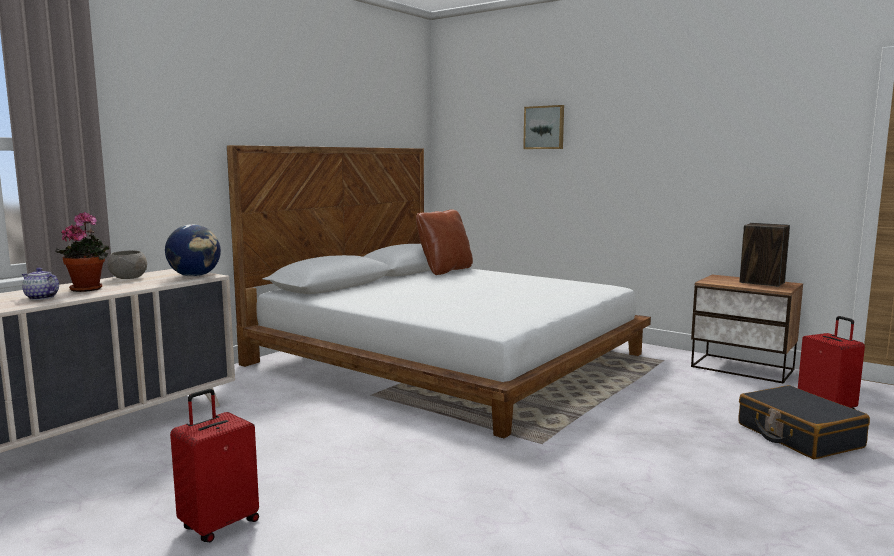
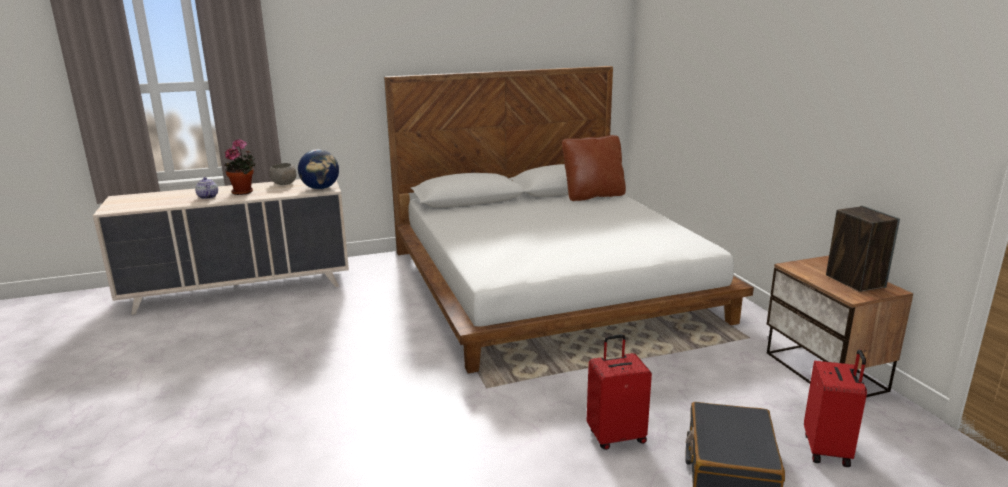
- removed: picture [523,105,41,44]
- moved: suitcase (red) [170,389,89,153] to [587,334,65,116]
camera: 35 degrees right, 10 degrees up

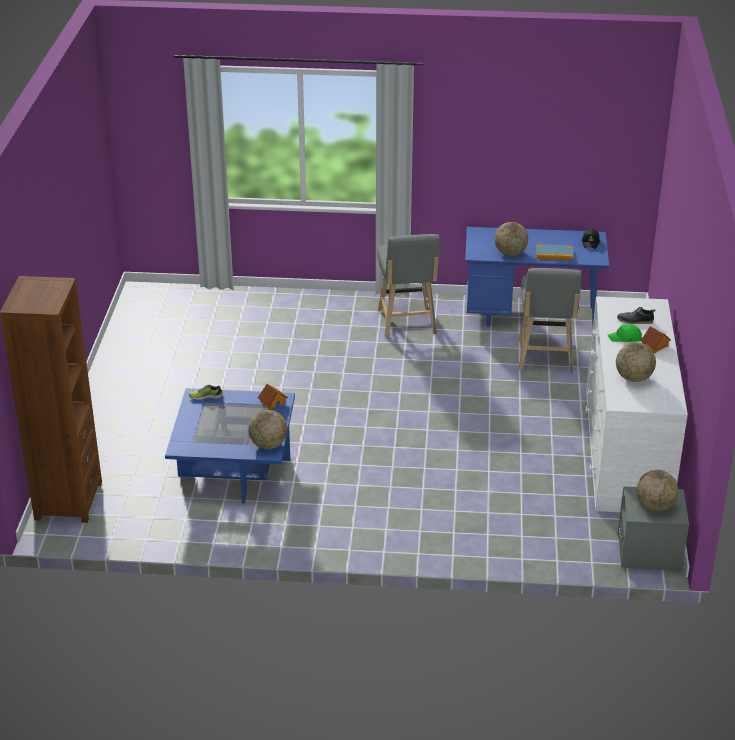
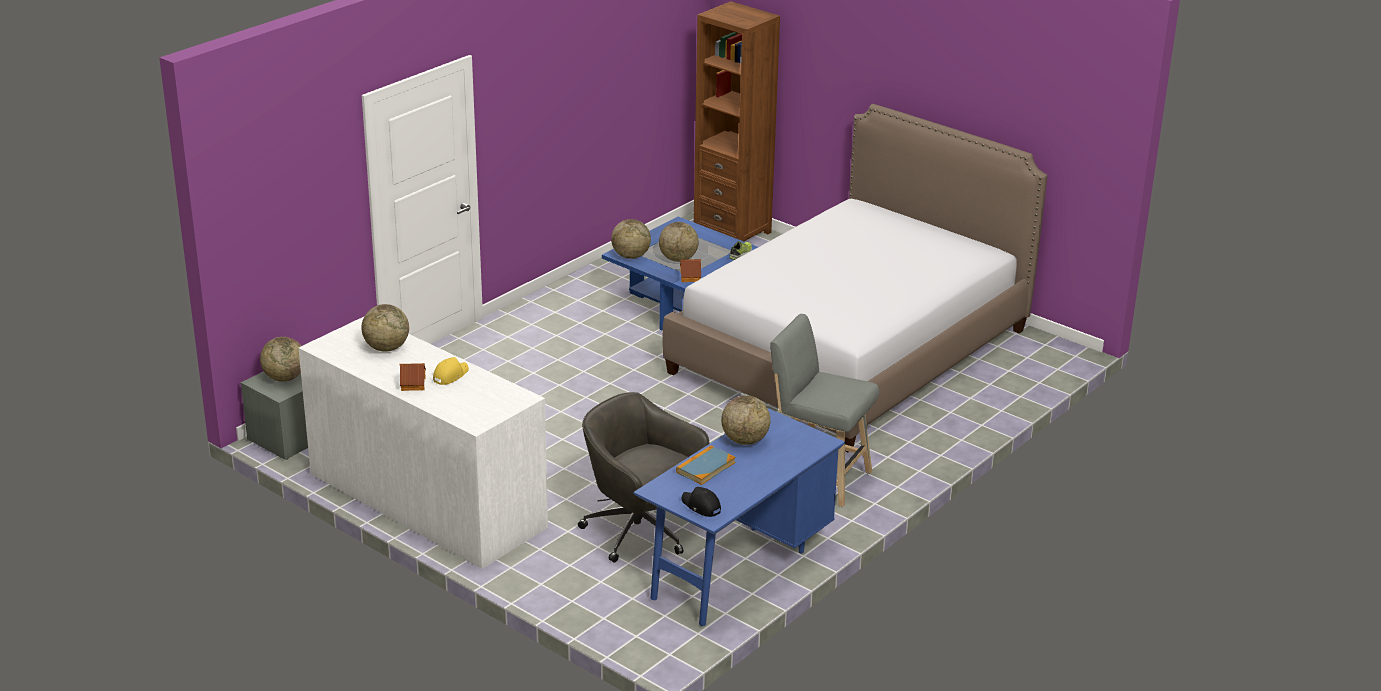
- replaced: stool (grey) [518,268,64,104] to office chair (grey) [578,392,131,171]
- removed: shoe [617,307,39,17]
- recoloured: cap (green) [608,324,34,18] to cap (yellow) [433,357,36,28]
- added: bed [663,104,384,349]
- added: globe [659,222,40,40]
camera: 125 degrees right, 5 degrees down

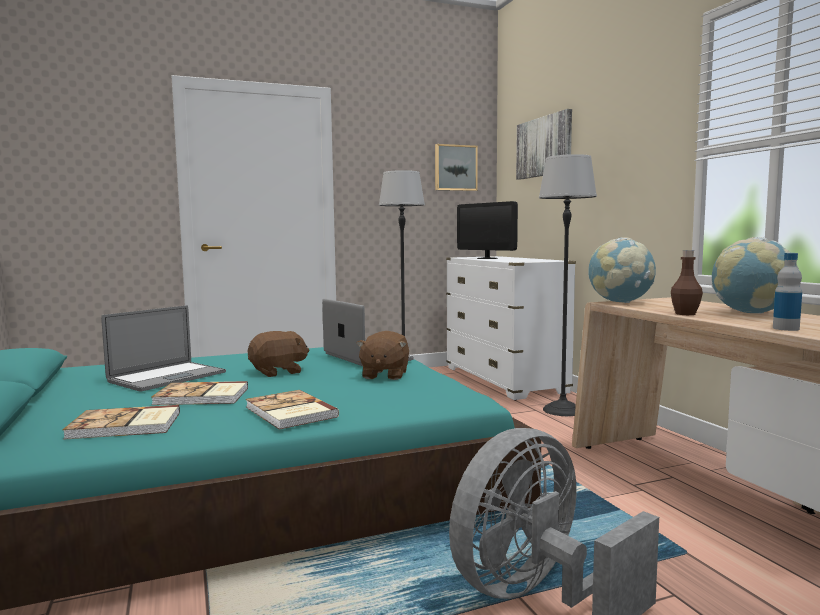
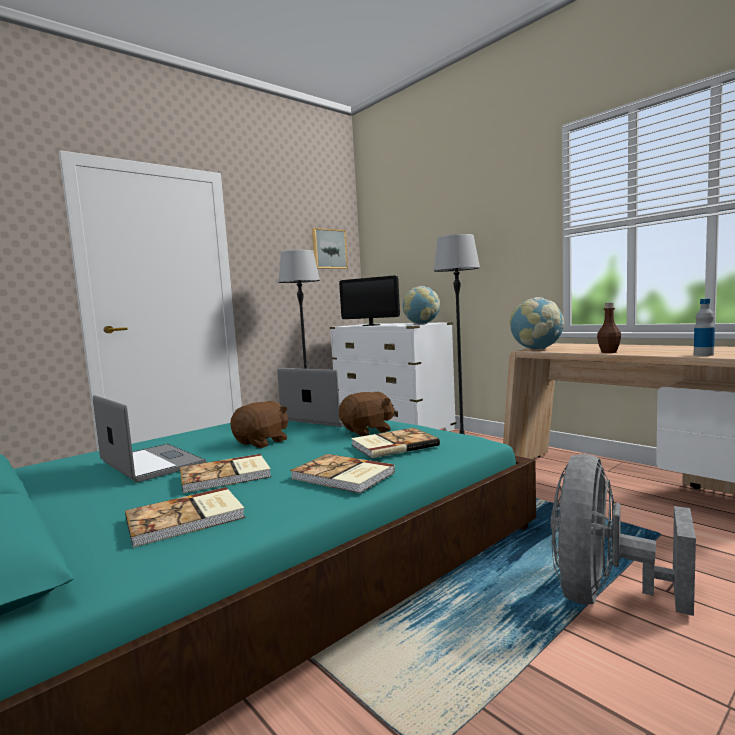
- removed: picture [516,109,56,71]
- moved: globe [712,237,87,77] to [403,286,37,38]
- turned: laptop [101,305,125,87] = [93,395,114,87] 60 degrees counterclockwise
- turned: plush toy (brown) [356,331,53,49] = [339,392,56,44] 105 degrees counterclockwise
- added: book [351,428,89,30]
camera: 20 degrees left, 0 degrees up

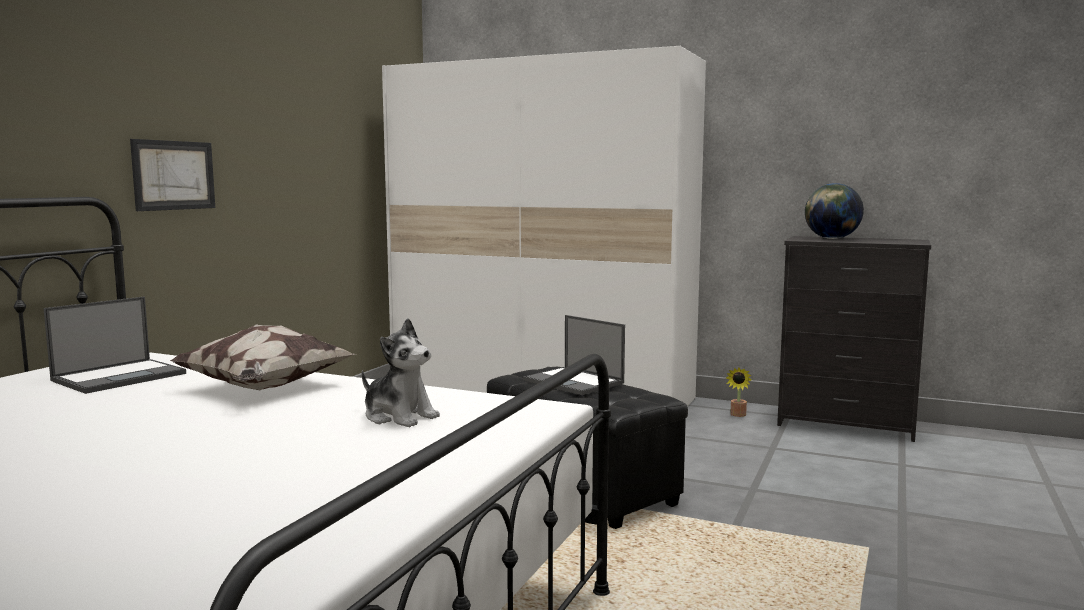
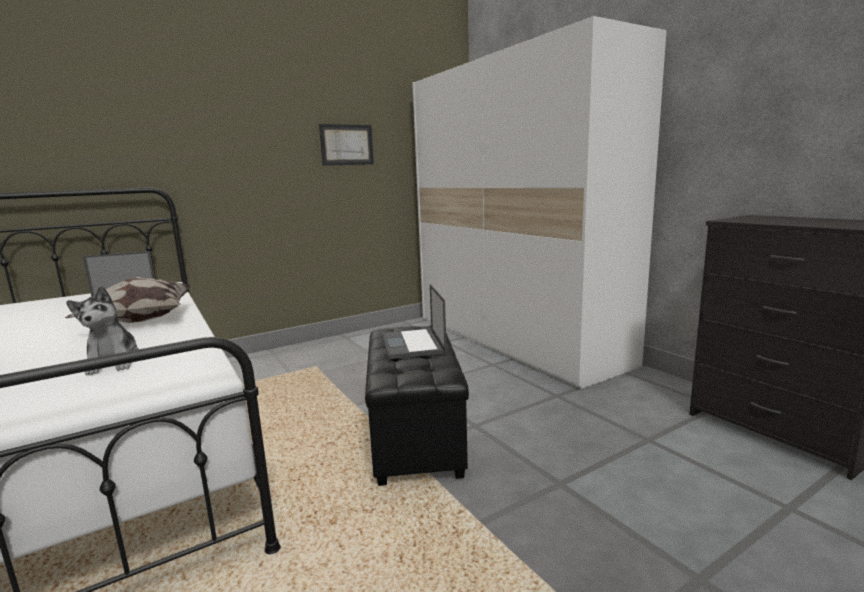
- moved: picture [130,139,85,72] to [319,124,55,42]
- removed: globe [805,183,59,56]
- removed: potted plant [726,368,26,49]
camera: 35 degrees right, 5 degrees up

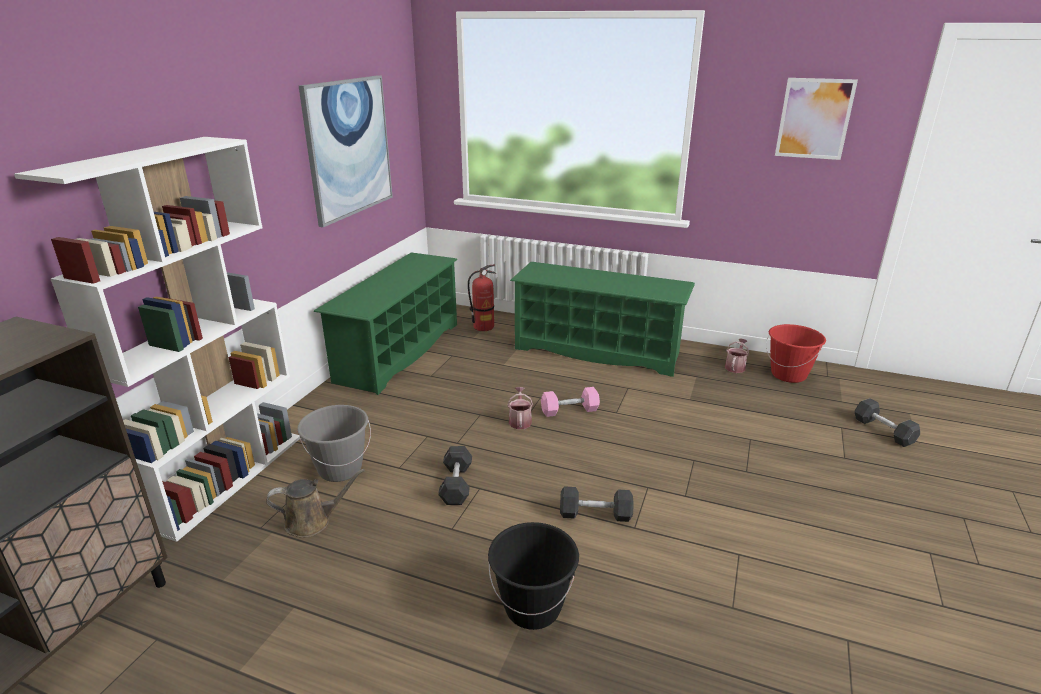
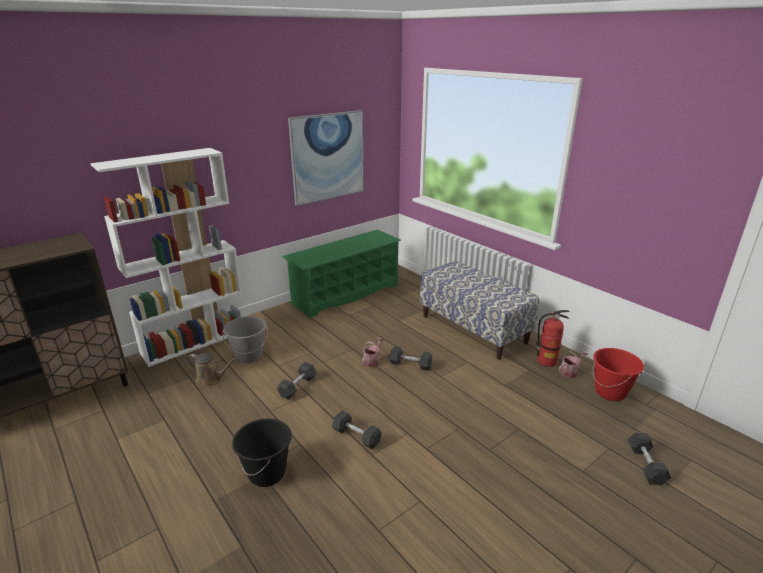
- removed: picture [775,78,83,82]
- replaced: shoe rack (green) [510,262,185,115] to bench [420,261,119,99]
- moved: fire extinguisher [468,265,28,66] to [537,310,32,57]
- recoloured: dumbbell (pink) [541,387,59,30] to dumbbell (grey) [389,346,43,25]
camera: 30 degrees right, 0 degrees up

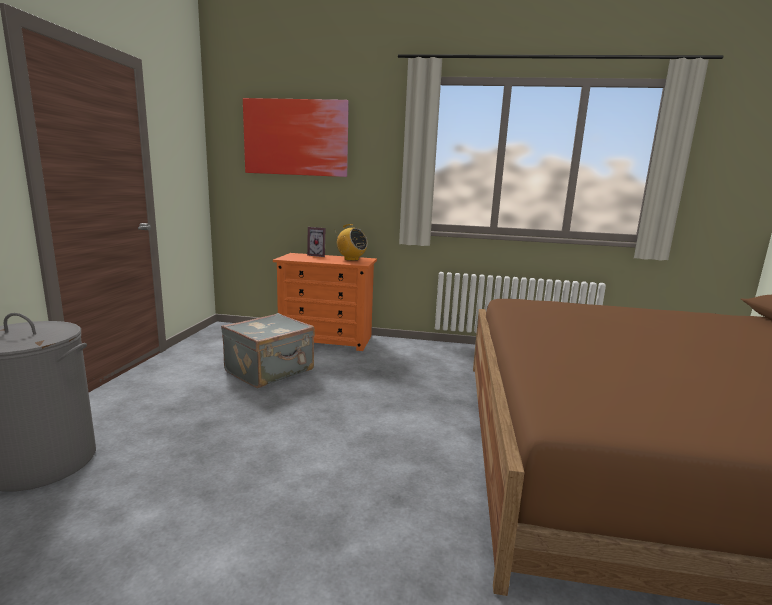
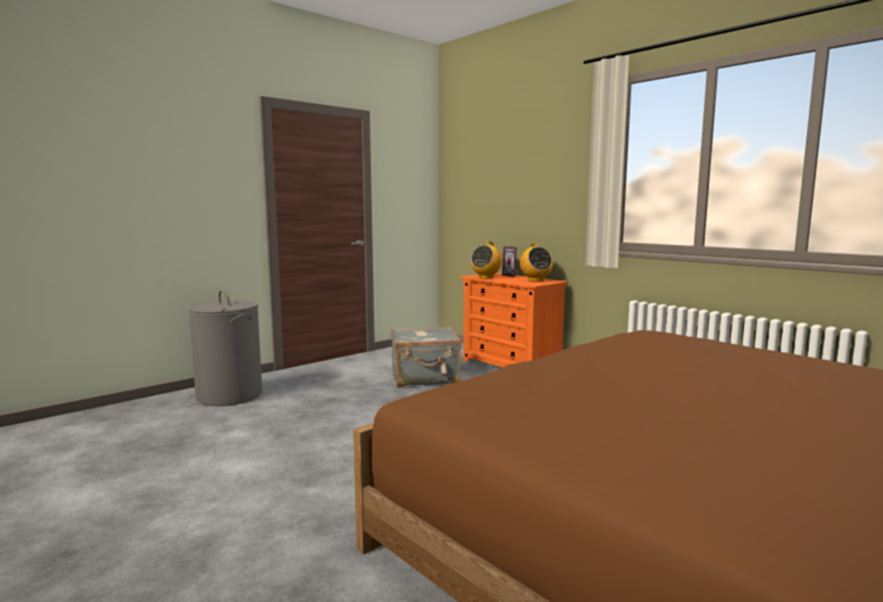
- removed: picture [243,98,106,79]
- added: radio [471,241,31,38]
camera: 40 degrees right, 5 degrees down

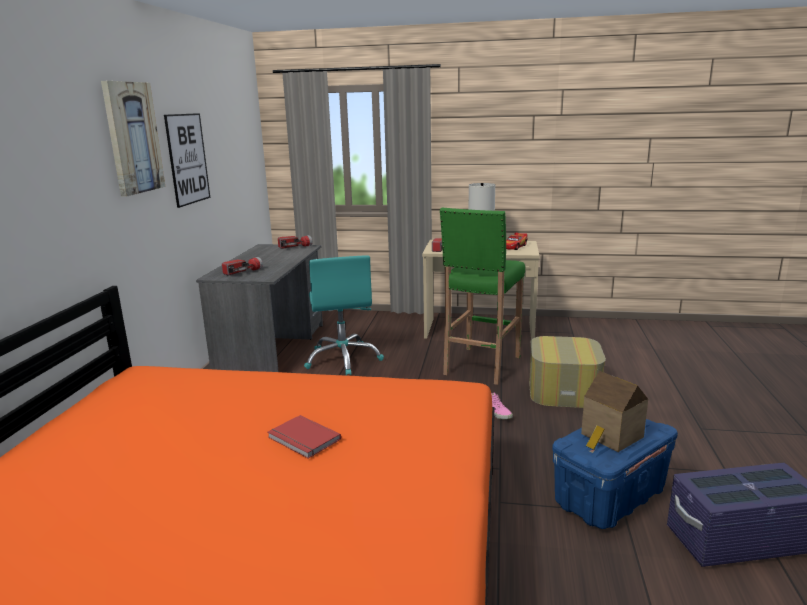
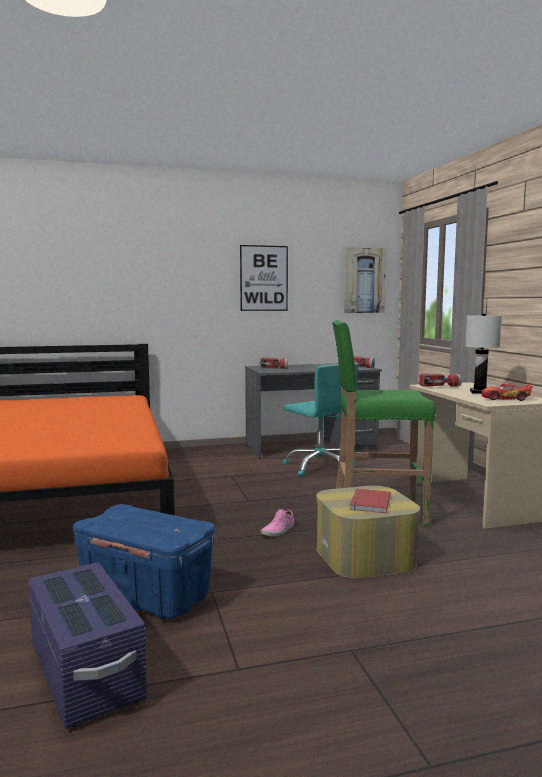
- moved: picture [101,81,64,116] to [344,247,42,66]
- turned: office chair (turquoise) [304,255,80,121] = [282,363,76,114] 90 degrees counterclockwise
- removed: toy house [581,371,67,81]
- moved: book (red) [268,415,73,43] to [349,489,42,24]
camera: 65 degrees right, 10 degrees down

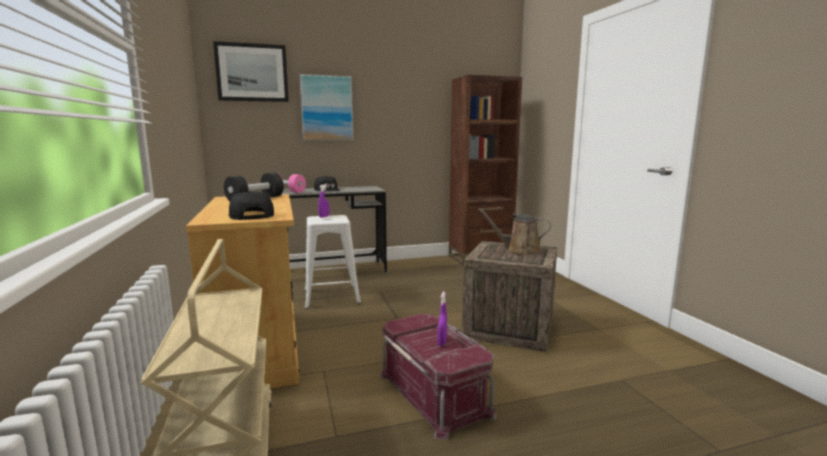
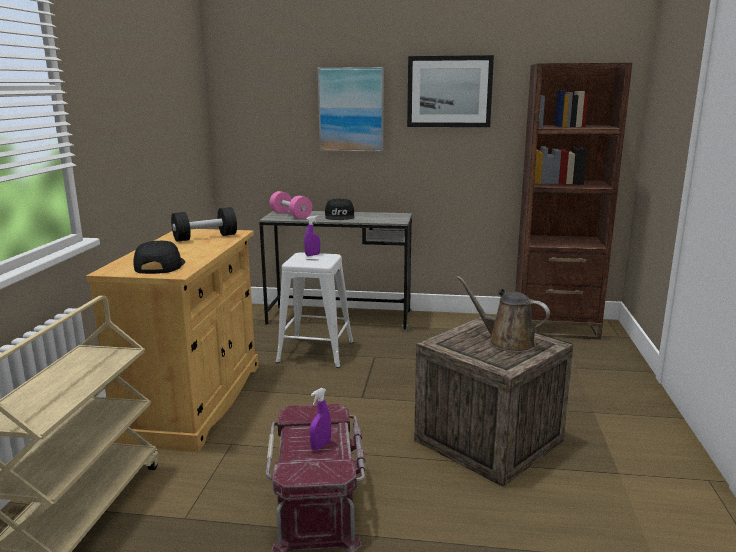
- moved: picture [213,41,76,61] to [407,55,87,72]
camera: 25 degrees right, 5 degrees up

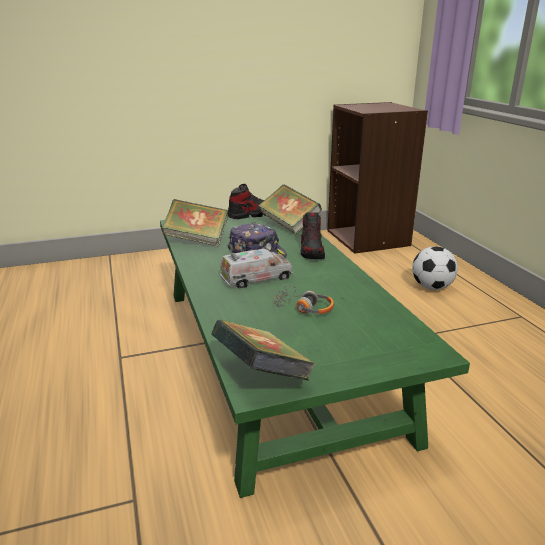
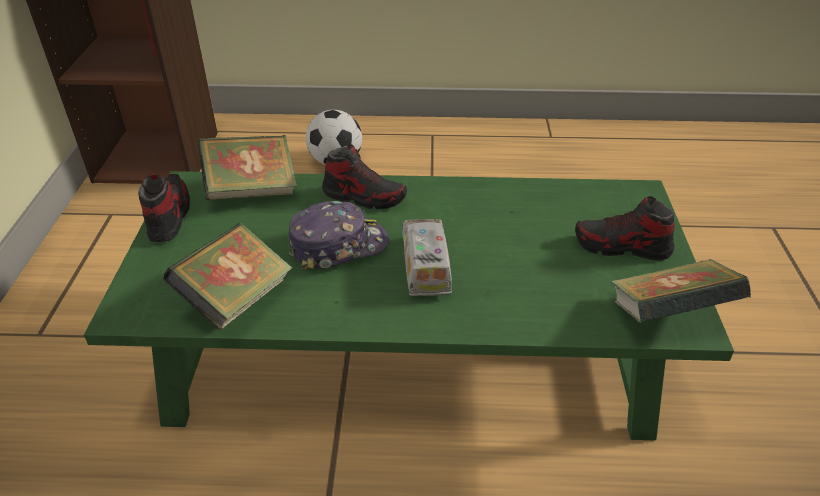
- removed: headphones [272,286,62,28]
- added: shoe [575,196,100,65]
camera: 70 degrees left, 15 degrees up

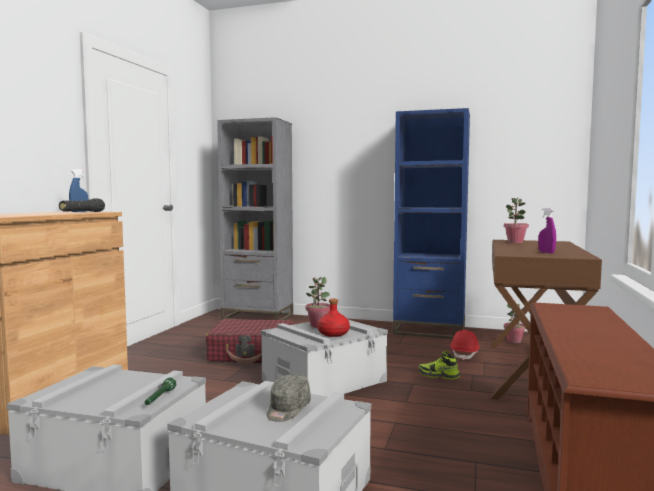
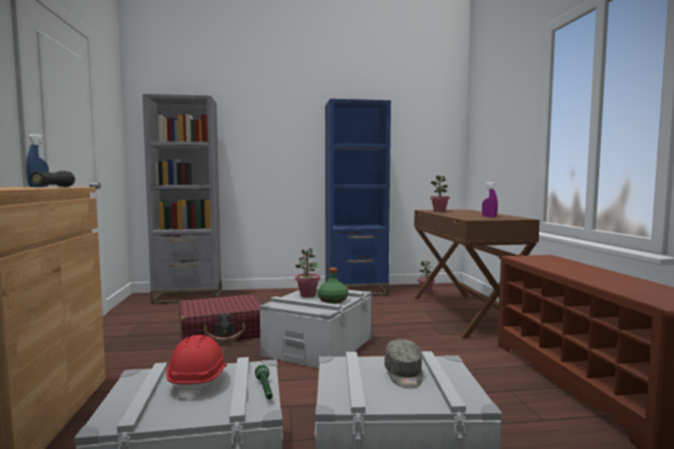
- recoloured: bottle (red) [317,299,33,38] to bottle (green) [318,267,30,36]
- moved: hard hat (red) [450,330,30,30] to [166,335,61,66]
- removed: shoe [418,351,42,28]
camera: 25 degrees left, 0 degrees up

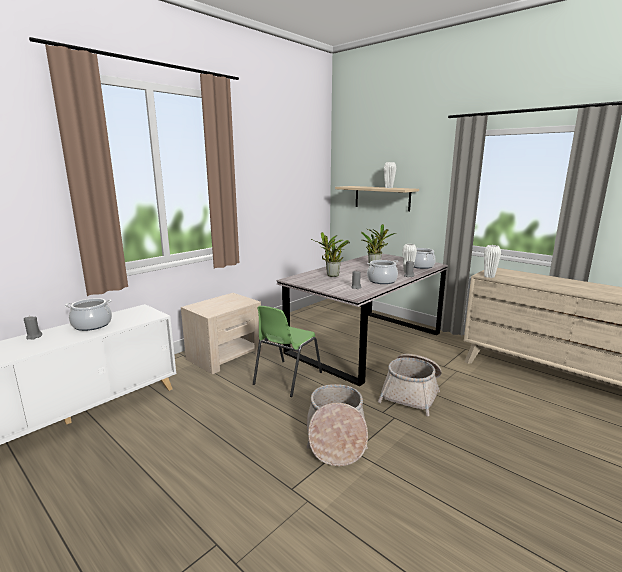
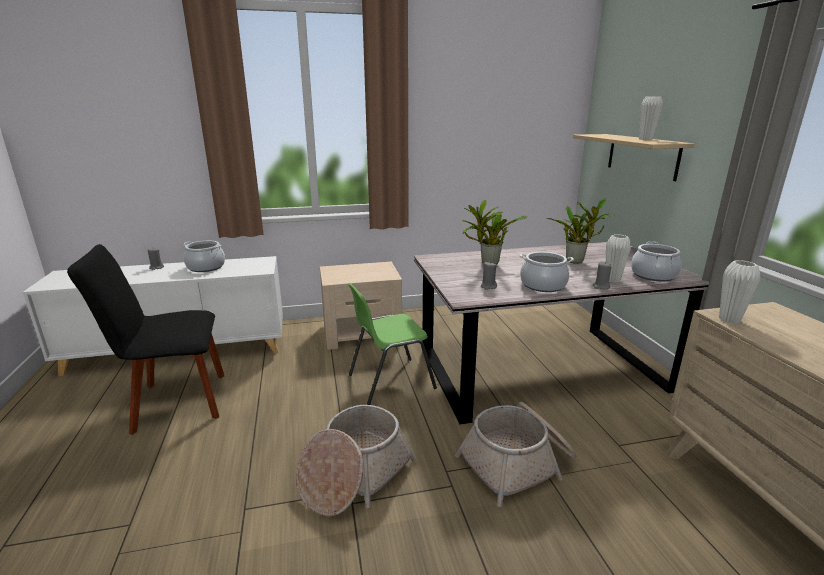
- added: chair (black) [67,244,157,191]
camera: 35 degrees right, 5 degrees up

